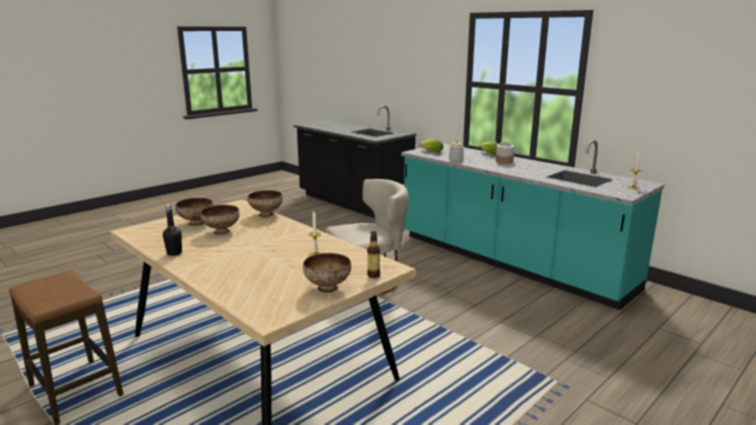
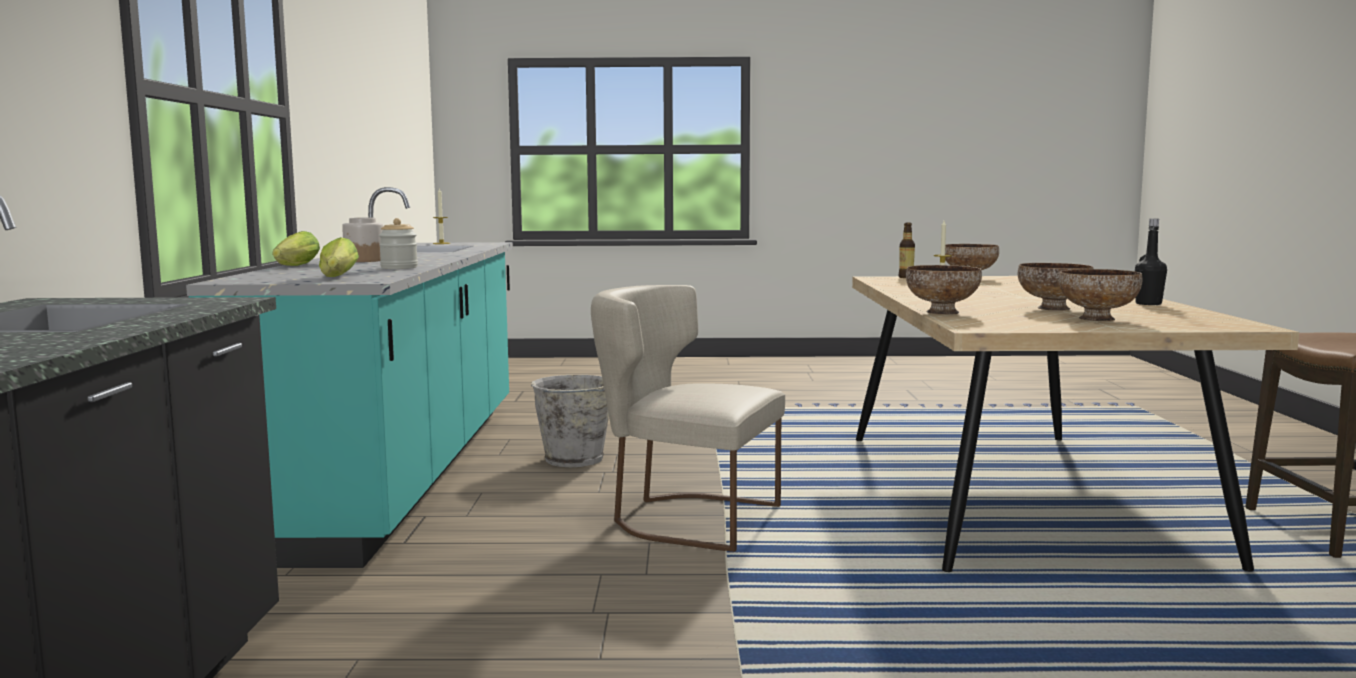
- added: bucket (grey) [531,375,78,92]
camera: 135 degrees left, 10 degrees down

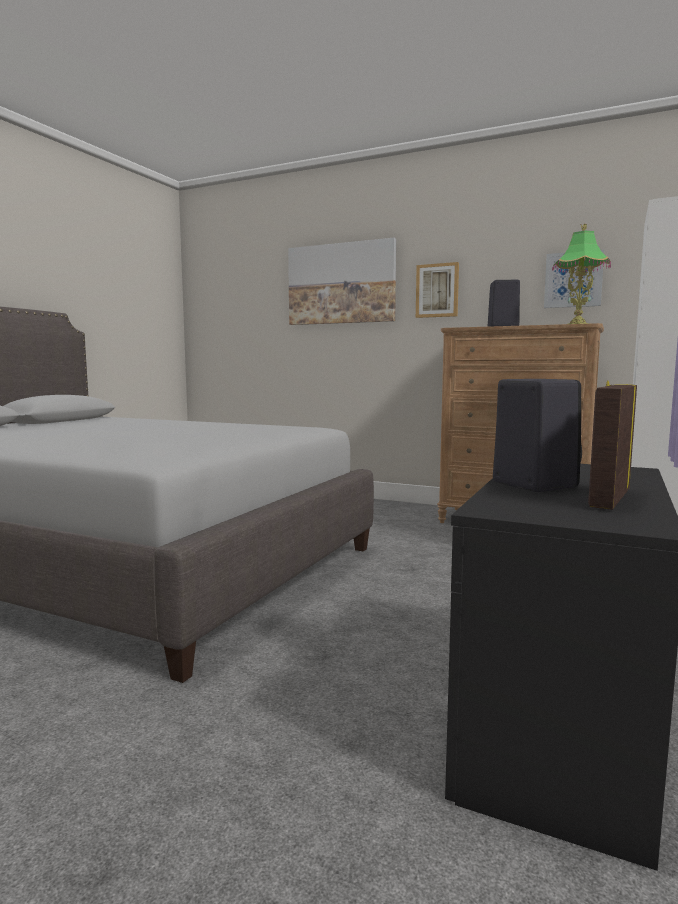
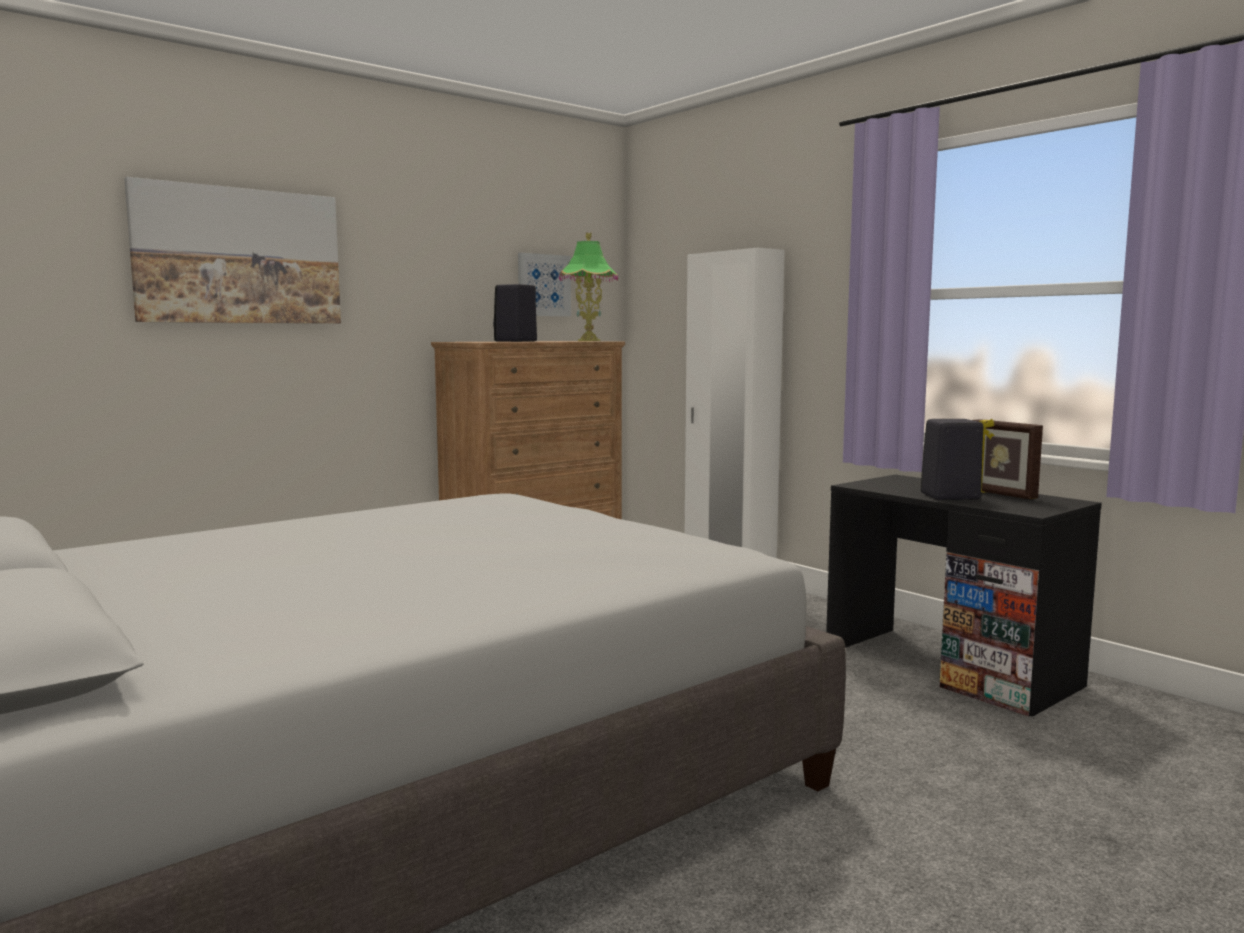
- removed: picture [416,262,43,56]
camera: 65 degrees left, 0 degrees up

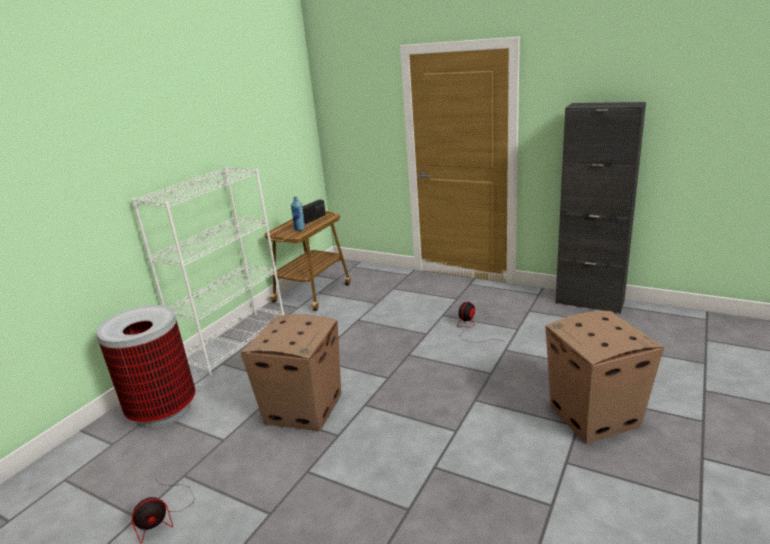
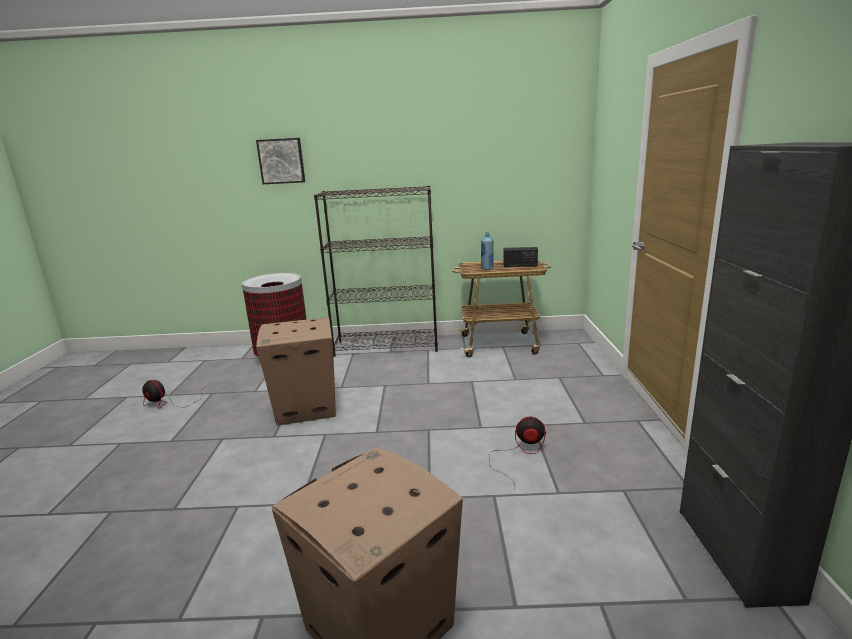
- recoloured: bookcase (white) [132,167,152,210] to bookcase (black) [314,186,124,170]
- added: picture [256,138,49,46]
camera: 60 degrees right, 5 degrees down

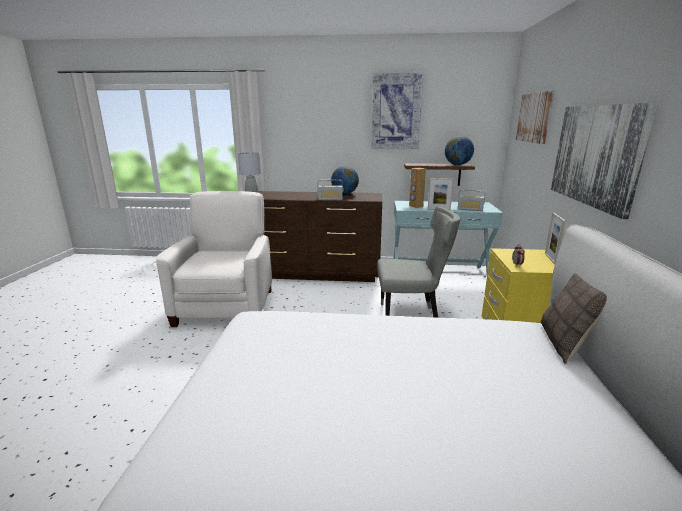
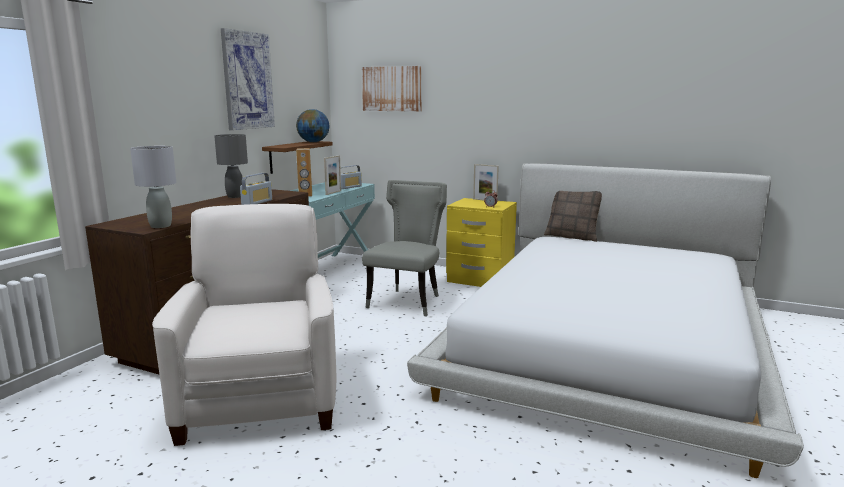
- removed: picture [551,103,107,116]
- replaced: globe [331,166,28,28] to table lamp (grey) [214,134,34,64]
- turned: armchair (white) [156,191,116,136] = [152,204,184,242] 60 degrees clockwise
camera: 70 degrees left, 5 degrees down

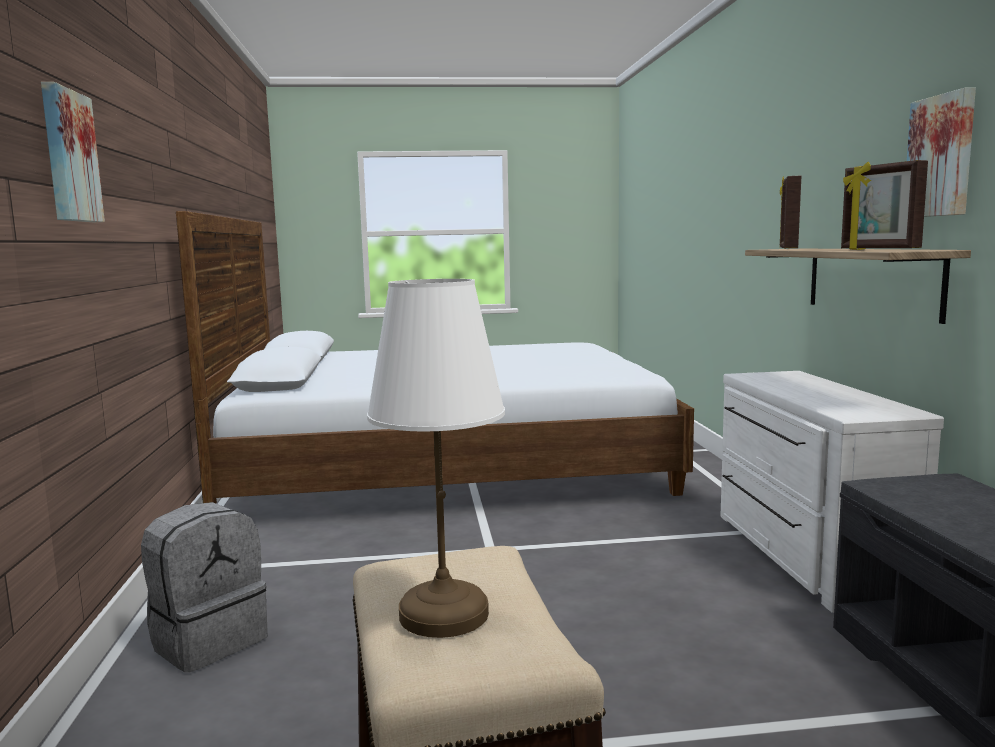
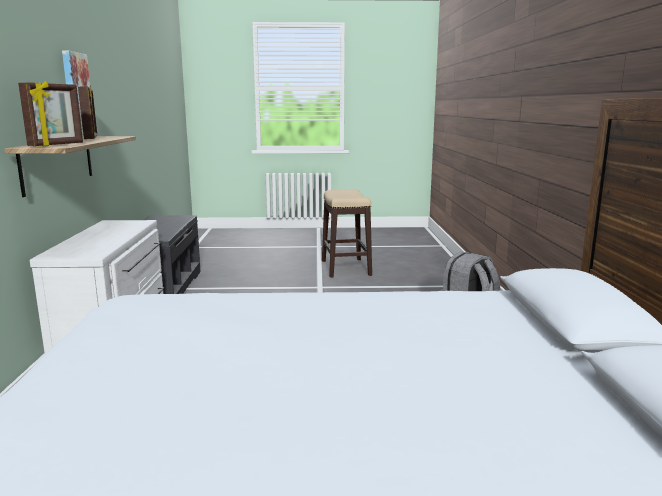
- removed: picture [41,82,64,140]
- removed: table lamp (white) [367,279,138,359]
camera: 175 degrees left, 5 degrees up

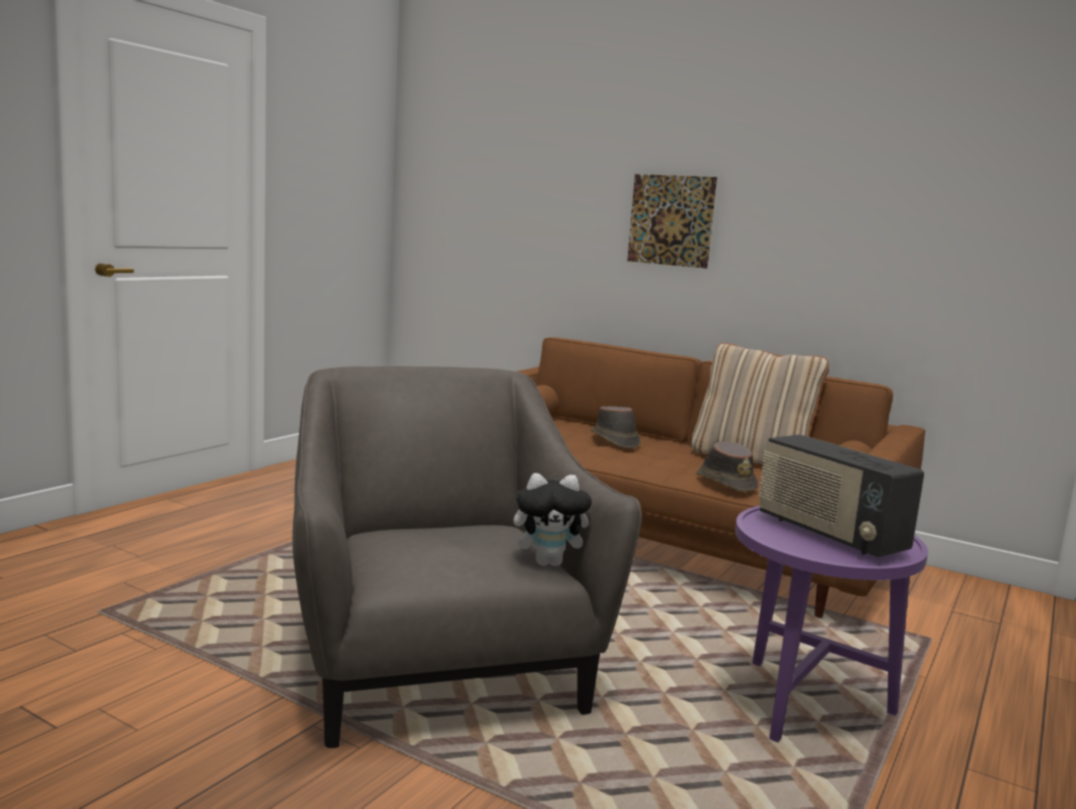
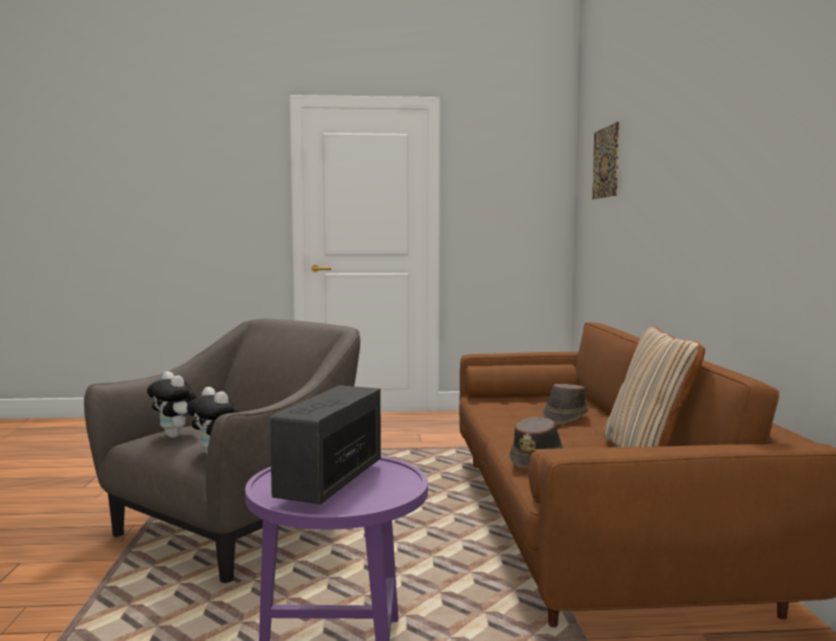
- moved: picture [627,174,90,94] to [592,122,27,77]
- added: plush toy [147,371,50,67]
camera: 55 degrees right, 5 degrees down

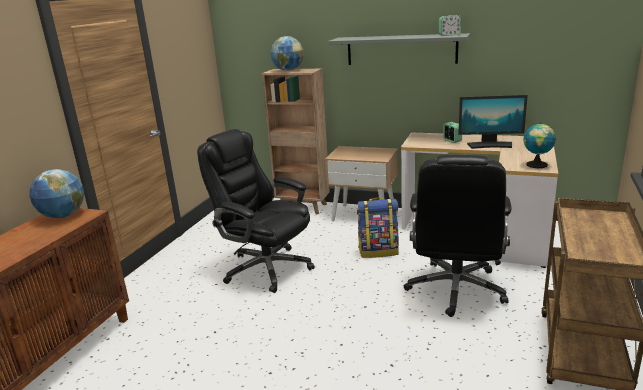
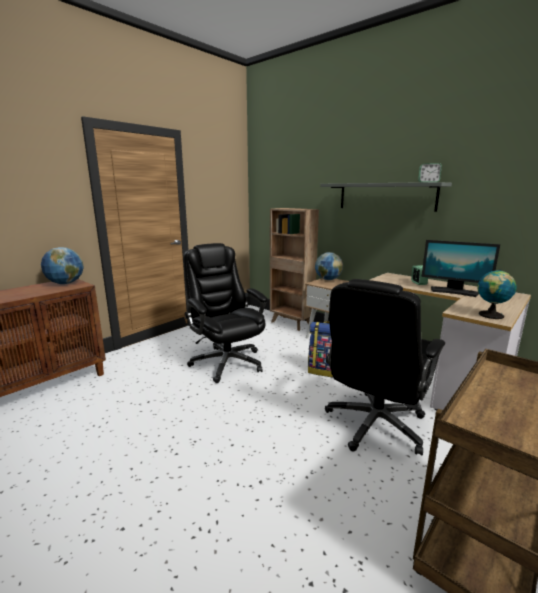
- moved: globe [271,36,33,35] to [315,252,28,28]
camera: 20 degrees right, 5 degrees down

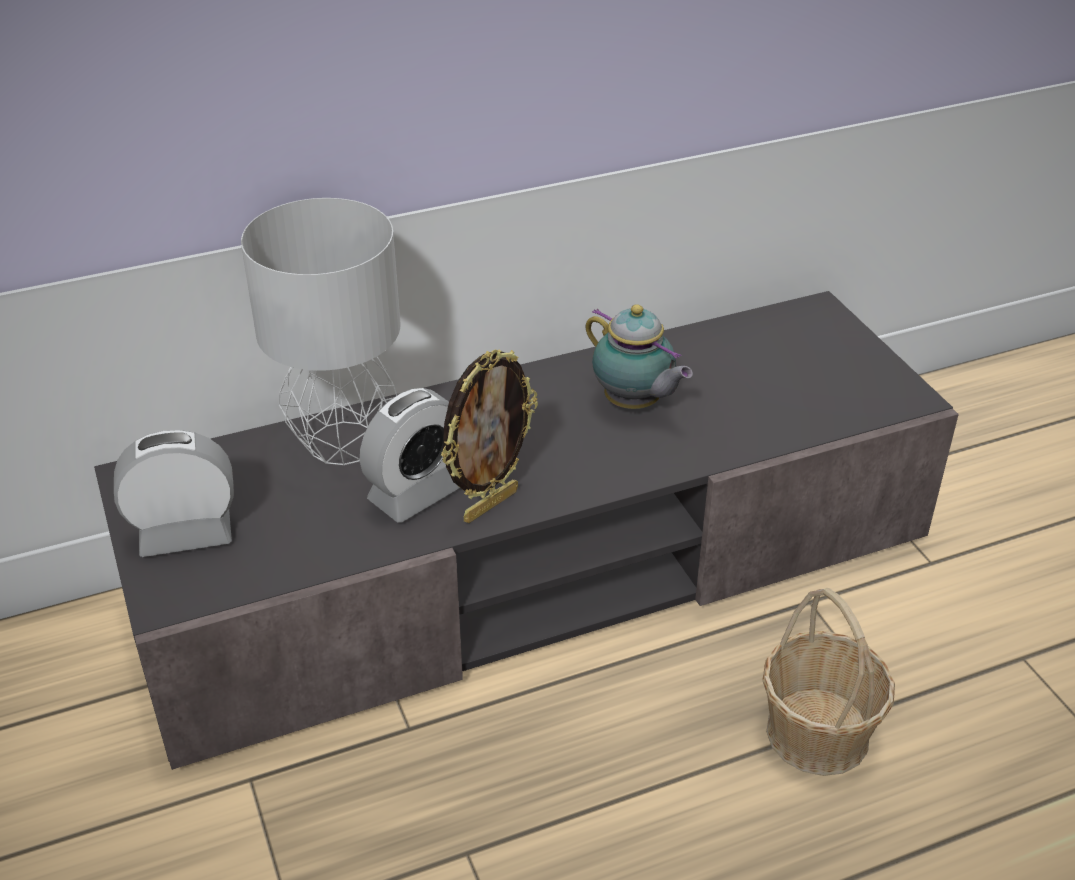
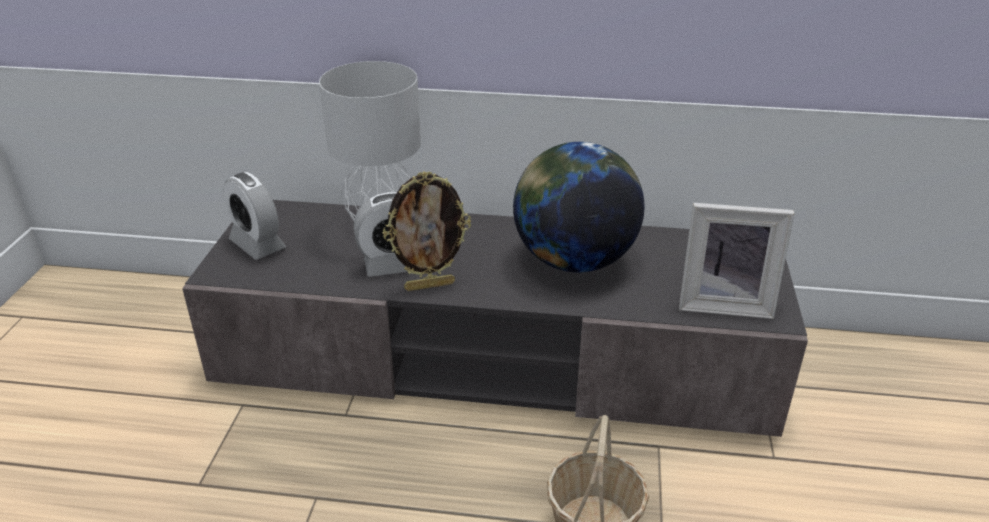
- replaced: teapot [585,304,108,105] to globe [513,142,131,130]
- turned: alarm clock [114,430,120,127] = [224,172,62,88] 150 degrees counterclockwise
- added: picture frame [679,203,116,116]
camera: 30 degrees right, 5 degrees down

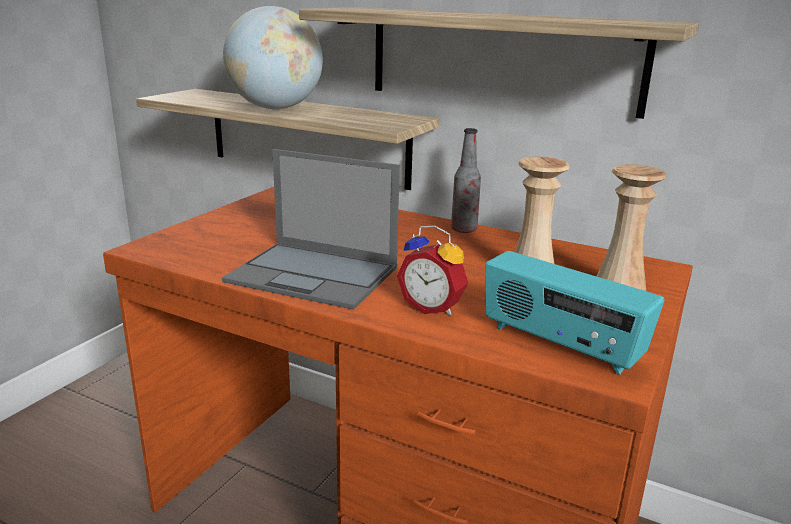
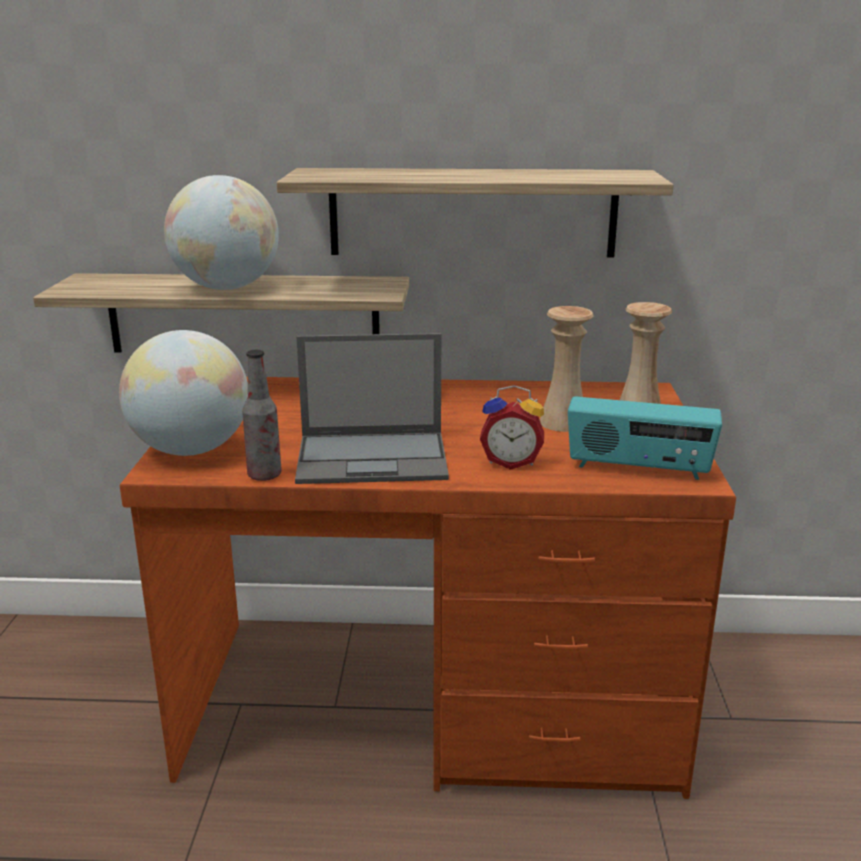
- moved: bottle [451,128,30,105] to [242,350,40,131]
- added: globe [119,330,129,126]
camera: 25 degrees left, 0 degrees up

